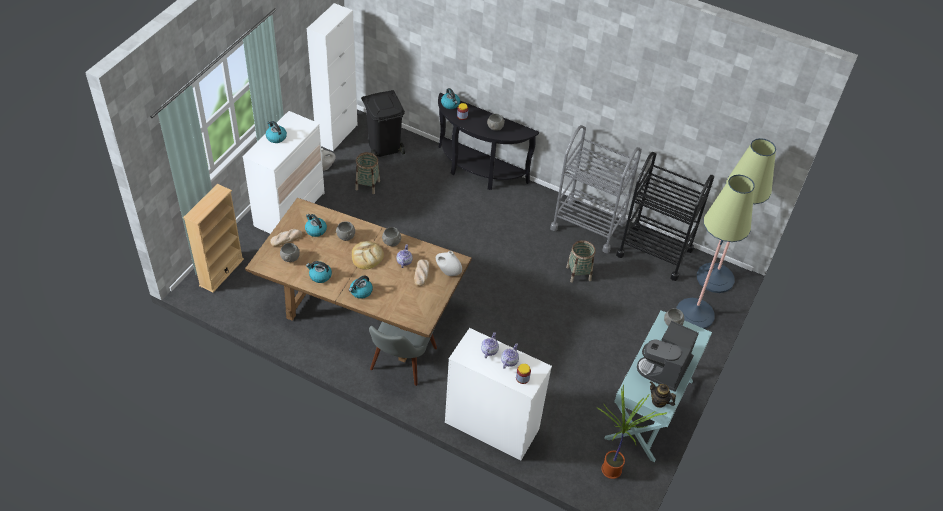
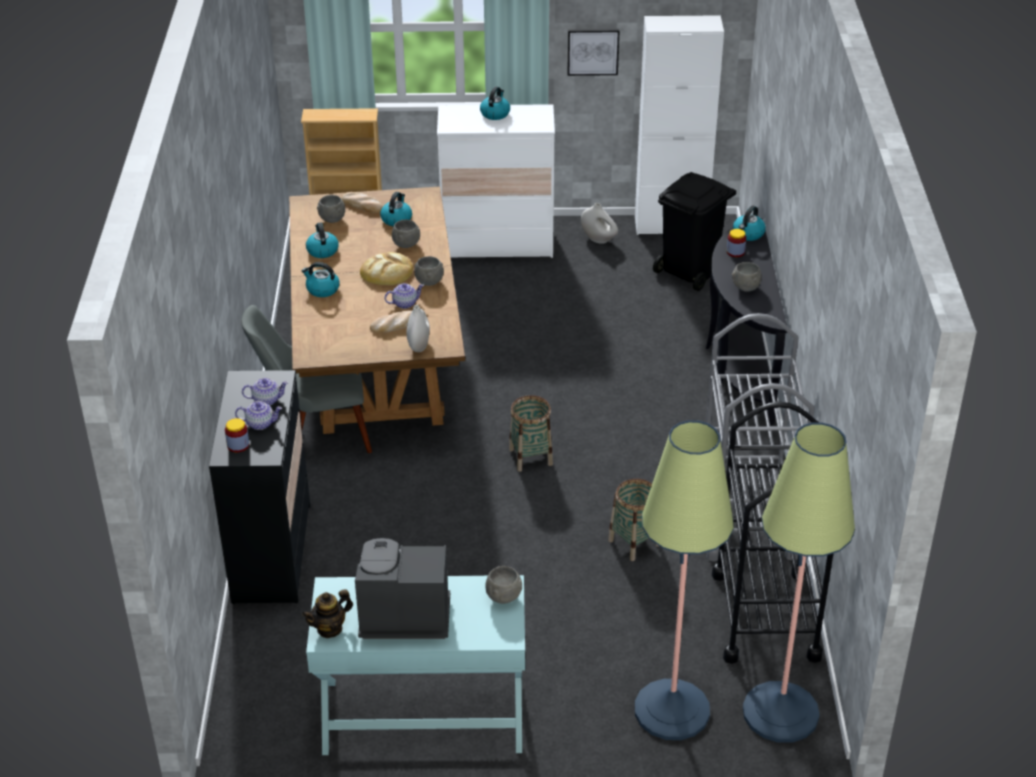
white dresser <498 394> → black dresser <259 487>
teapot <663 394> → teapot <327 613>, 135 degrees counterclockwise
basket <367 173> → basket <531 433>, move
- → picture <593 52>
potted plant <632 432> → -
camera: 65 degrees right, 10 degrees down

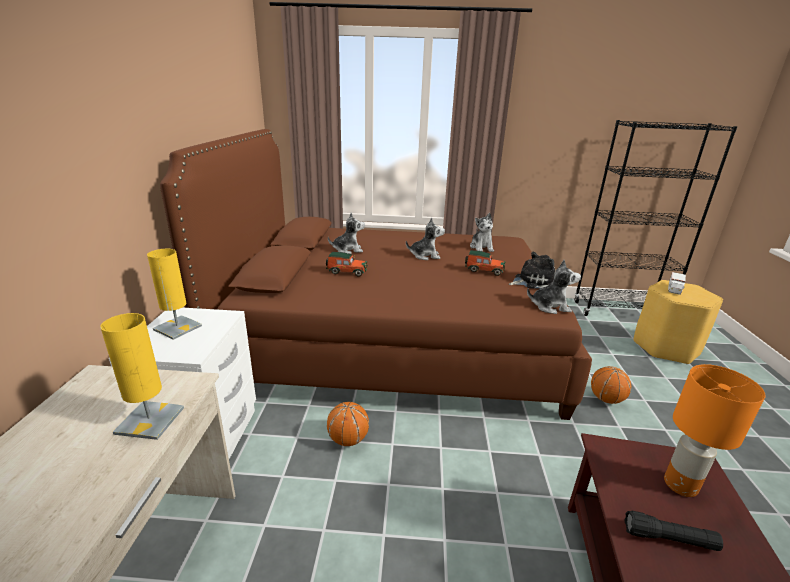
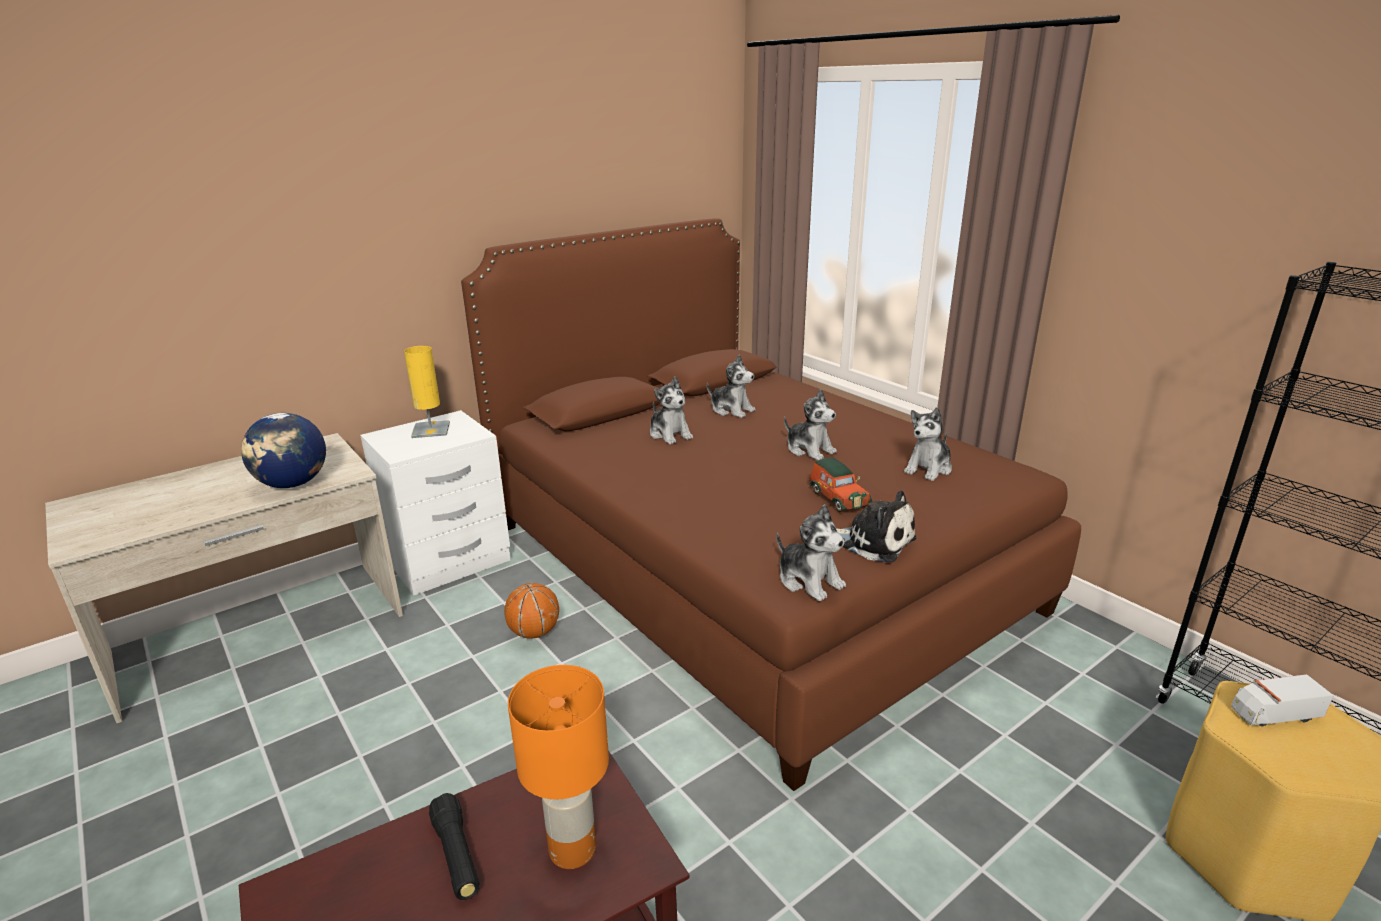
yellow table lamp <142 376> → globe <283 450>
toy car <347 264> → plush toy <671 410>
basketball <611 385> → -
camera: 50 degrees right, 0 degrees up

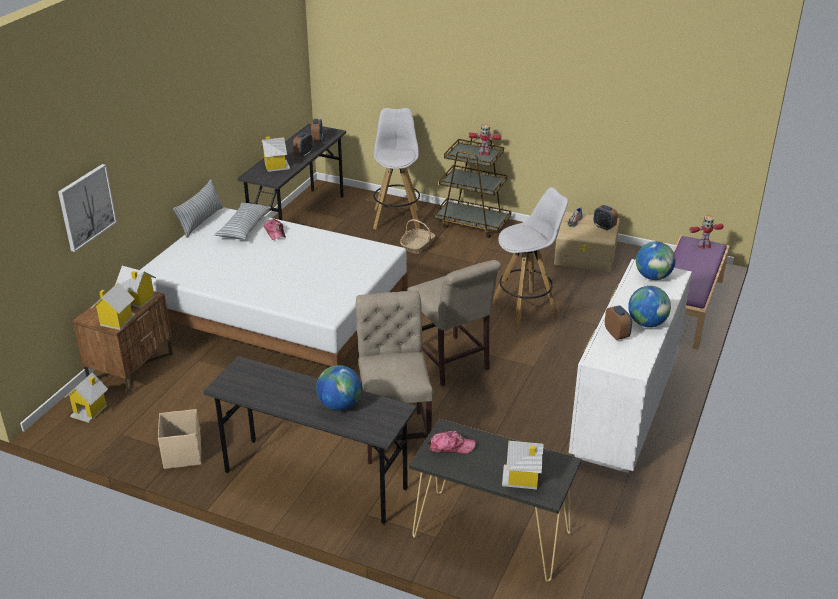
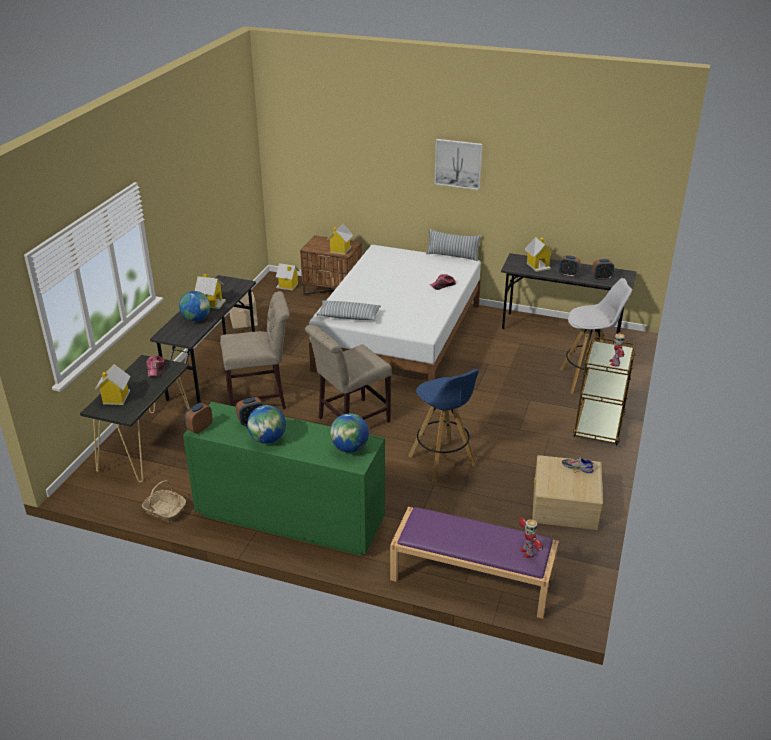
basket <417 236> → basket <164 501>, move
white dresser <630 366> → green dresser <284 479>
alarm clock <605 217> → alarm clock <198 418>, move
toy house <113 306> → toy house <210 291>, move
pillow <242 221> → pillow <348 310>, move
white stool <530 257> → blue stool <443 425>
picture <87 208> → picture <458 164>, move
camera: 85 degrees right, 0 degrees up

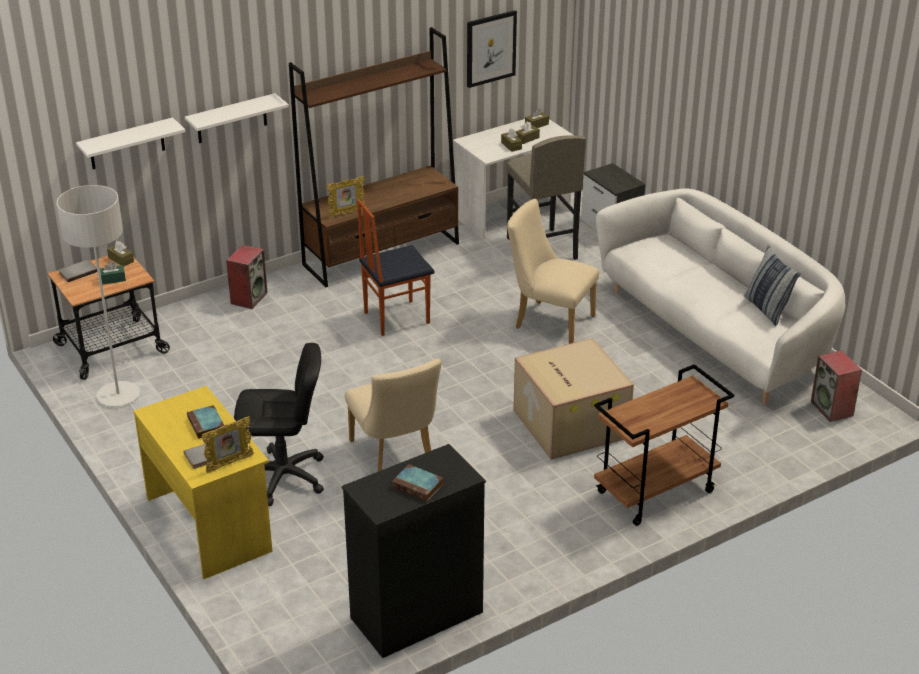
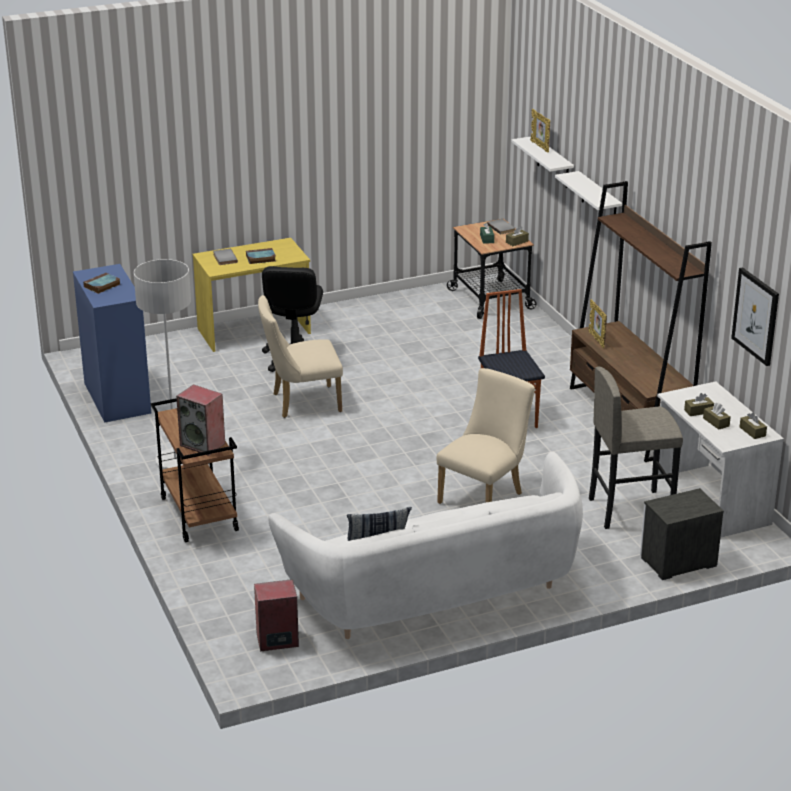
black dresser <414 551> → blue dresser <112 343>
grey floor lamp <98 295> → grey floor lamp <162 363>, move
speaker <247 277> → speaker <200 420>, move
picture frame <228 444> → picture frame <540 131>, move
cardboard box <573 399> → -
camera: 100 degrees right, 5 degrees down

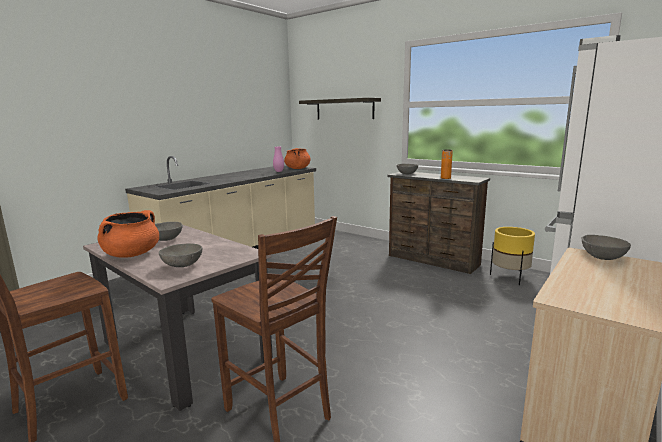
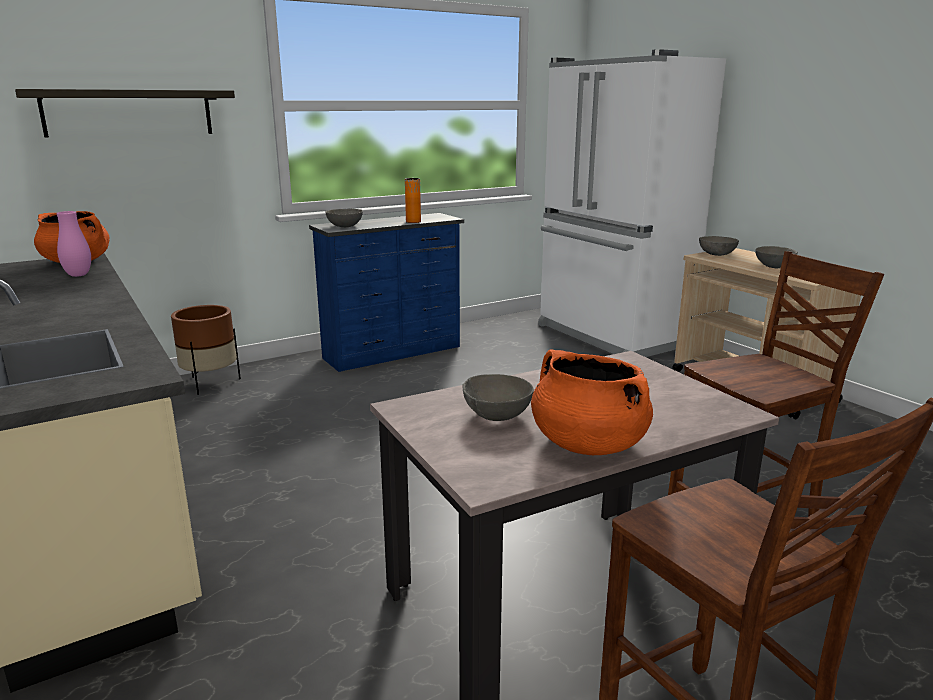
- → brown planter <206 350>
brown dresser <438 223> → blue dresser <386 292>
grey bowl <180 255> → grey bowl <776 257>, move
yellow planter <512 256> → -
camera: 70 degrees left, 5 degrees up

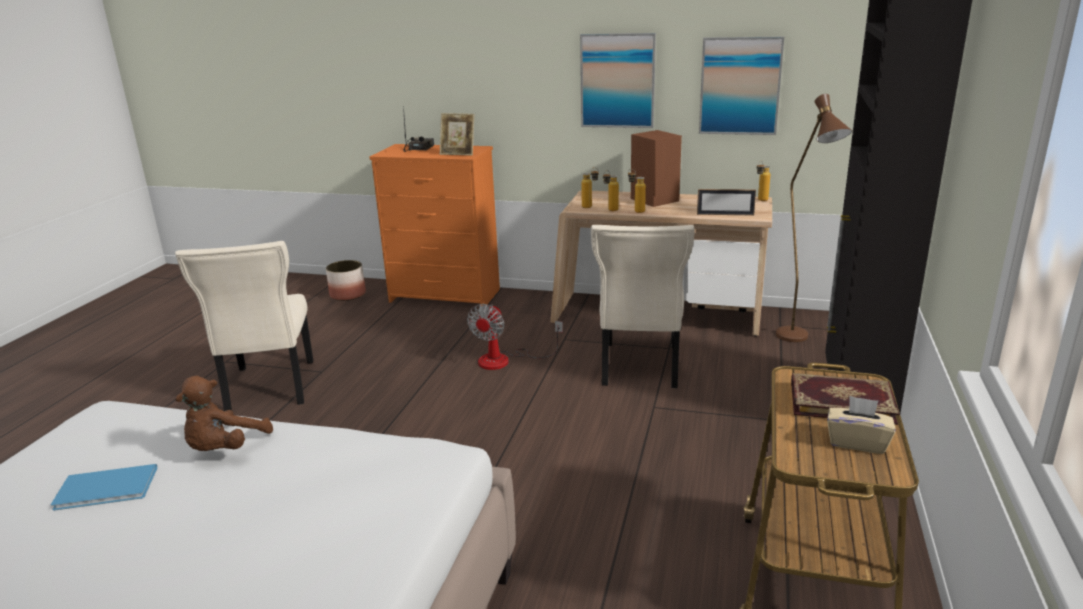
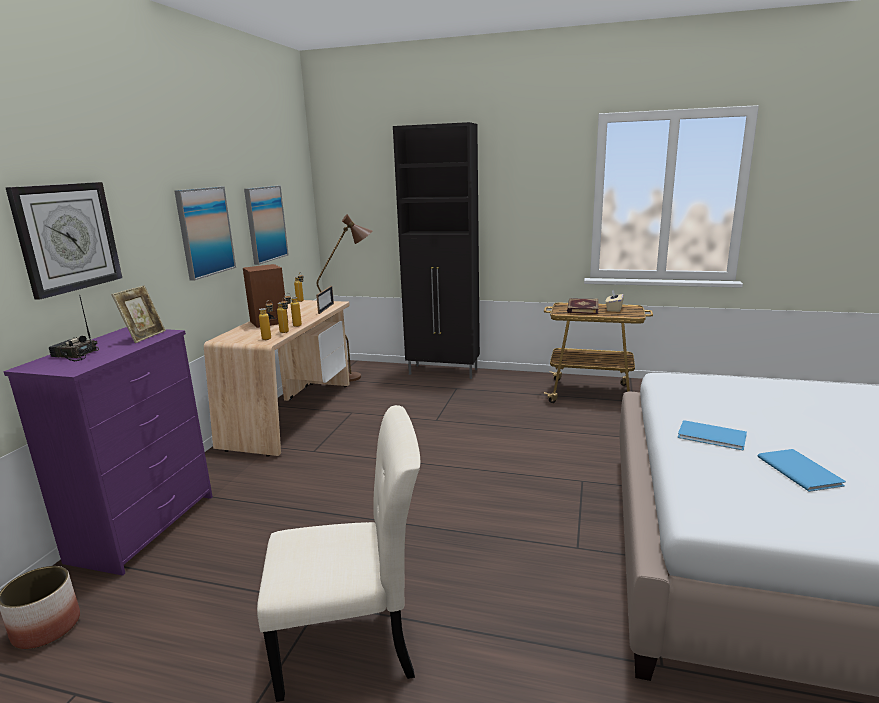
orange dresser <434 225> → purple dresser <108 451>
- → wall clock <63 241>
brown plush toy <224 413> → blue book <712 435>
fan <515 337> → -
beige chair <643 306> → -
camera: 90 degrees left, 5 degrees down

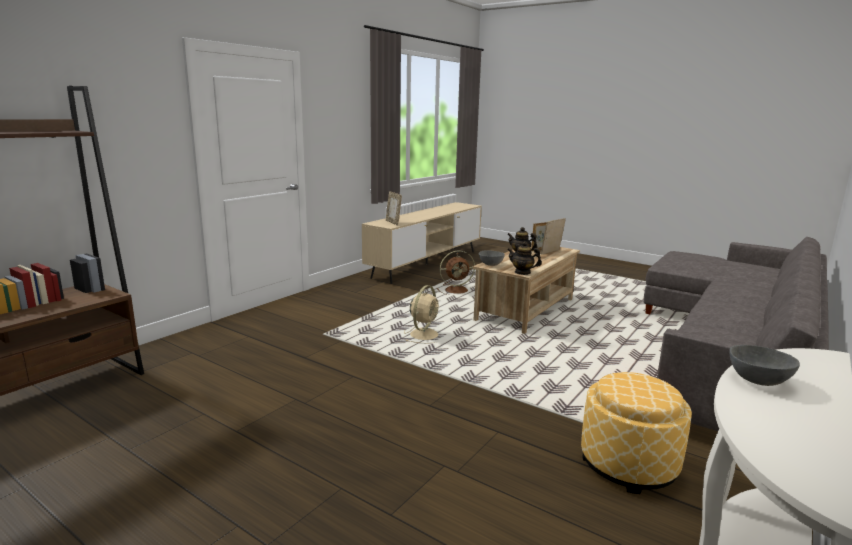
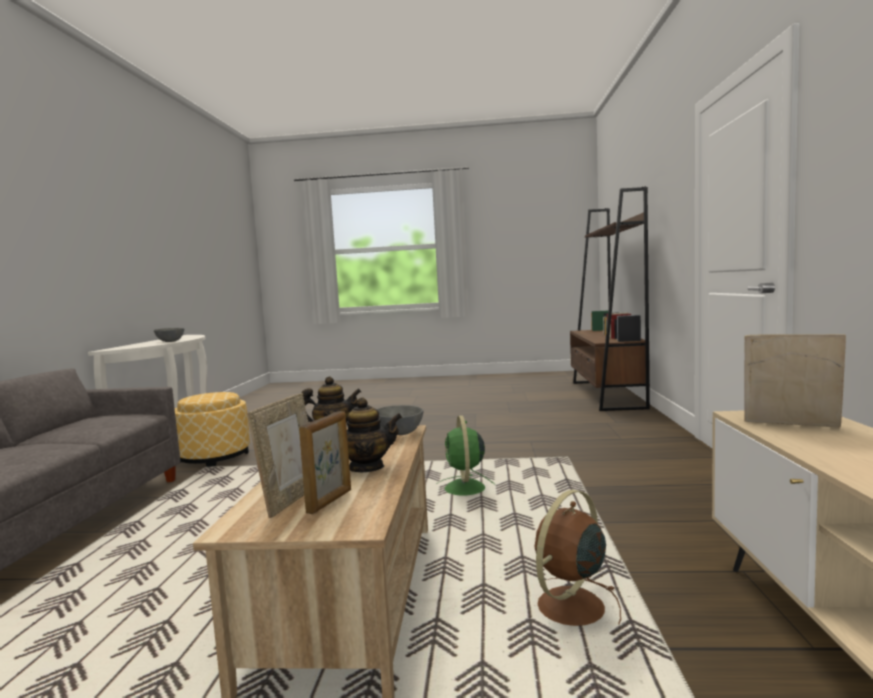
beige fan <421 314> → green fan <466 455>
camera: 150 degrees right, 10 degrees down

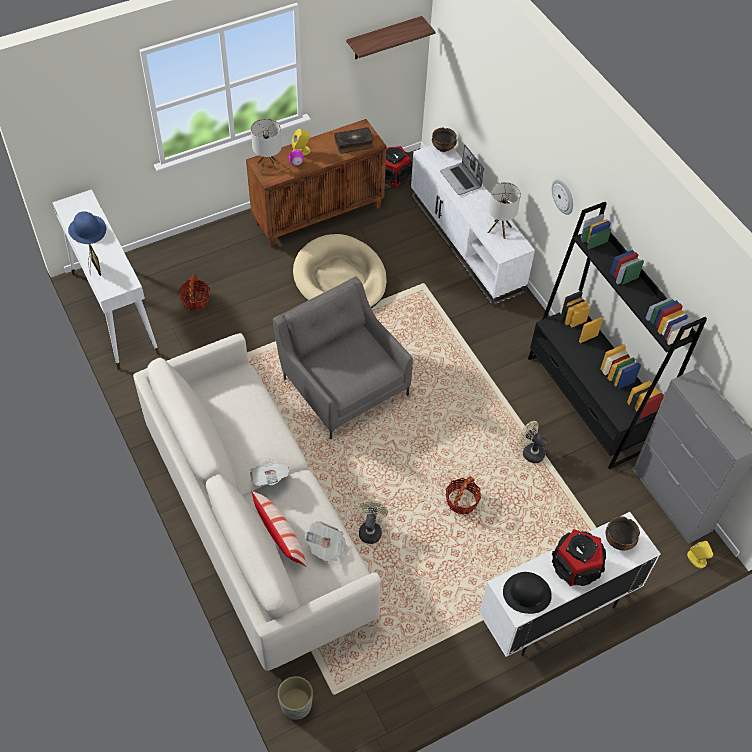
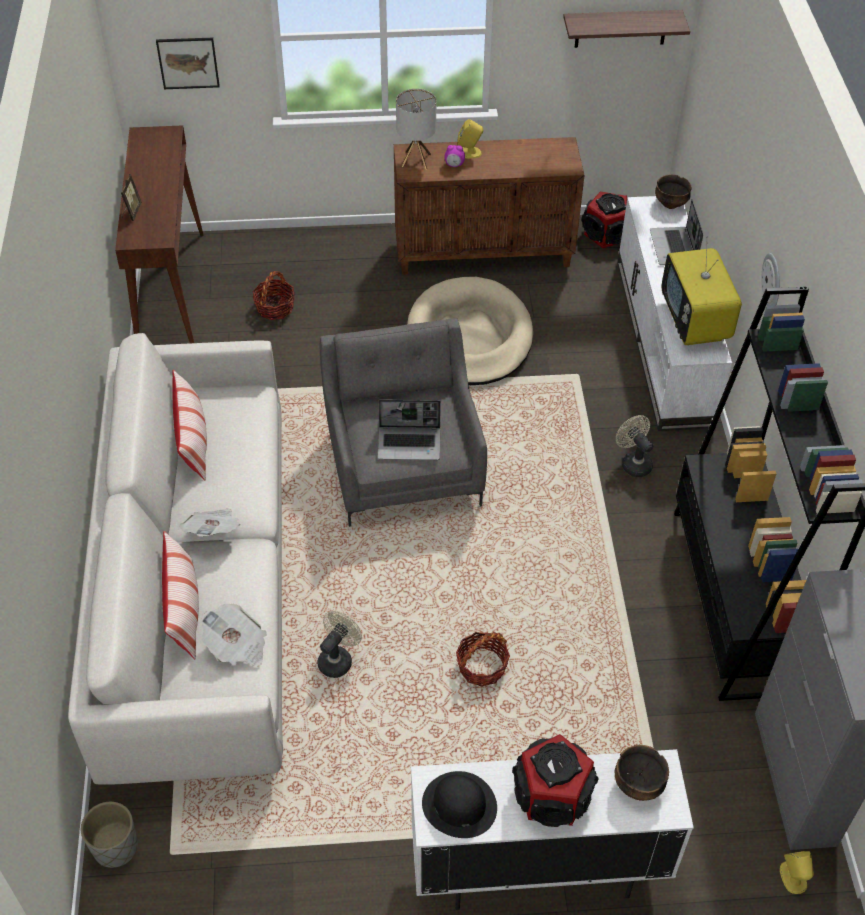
white console table <106 279> → brown console table <159 234>
- → picture <188 63>
- → pillow <189 425>
- → laptop <409 429>
beige fan <533 442> → beige fan <634 446>, move
table lamp <504 210> → television <701 290>
blue hat <87 227> → -
book <354 140> → -
camera: 25 degrees right, 5 degrees down

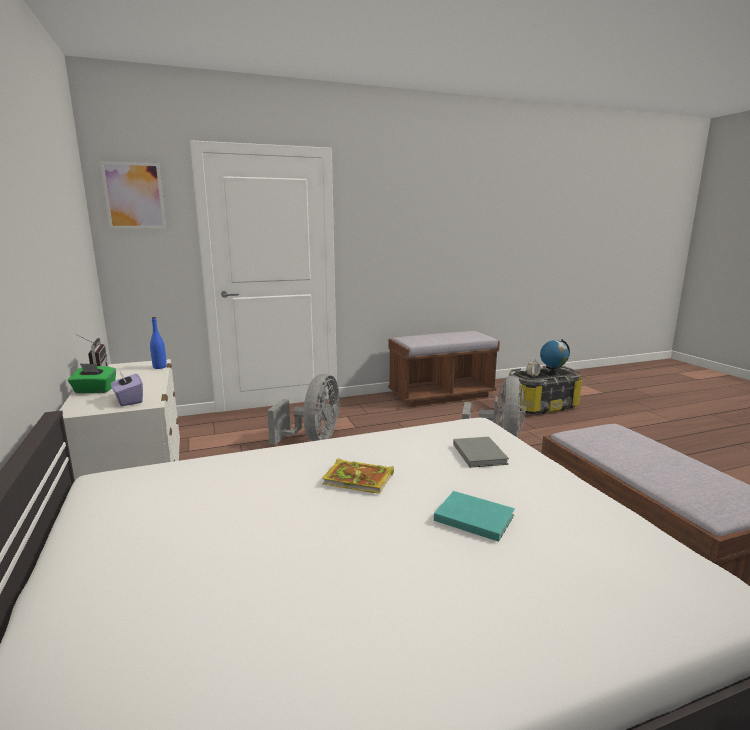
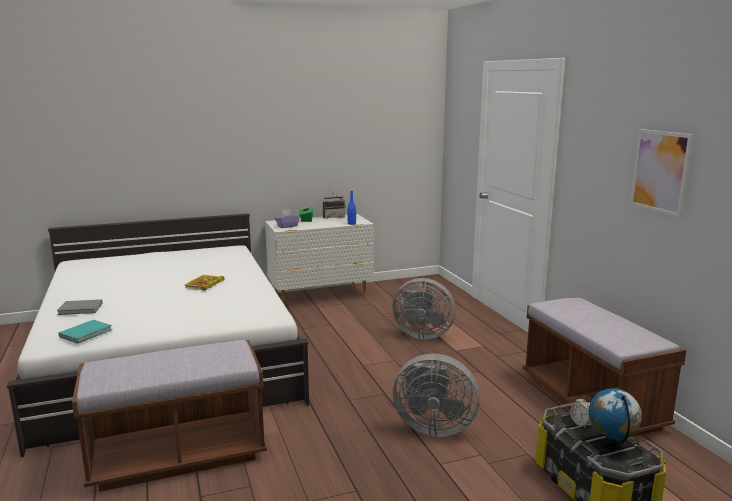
grey book <481 452> → grey book <80 307>, move
turquoise book <474 516> → turquoise book <85 332>, move
picture <133 195> → picture <661 173>, move
camera: 90 degrees right, 0 degrees up

